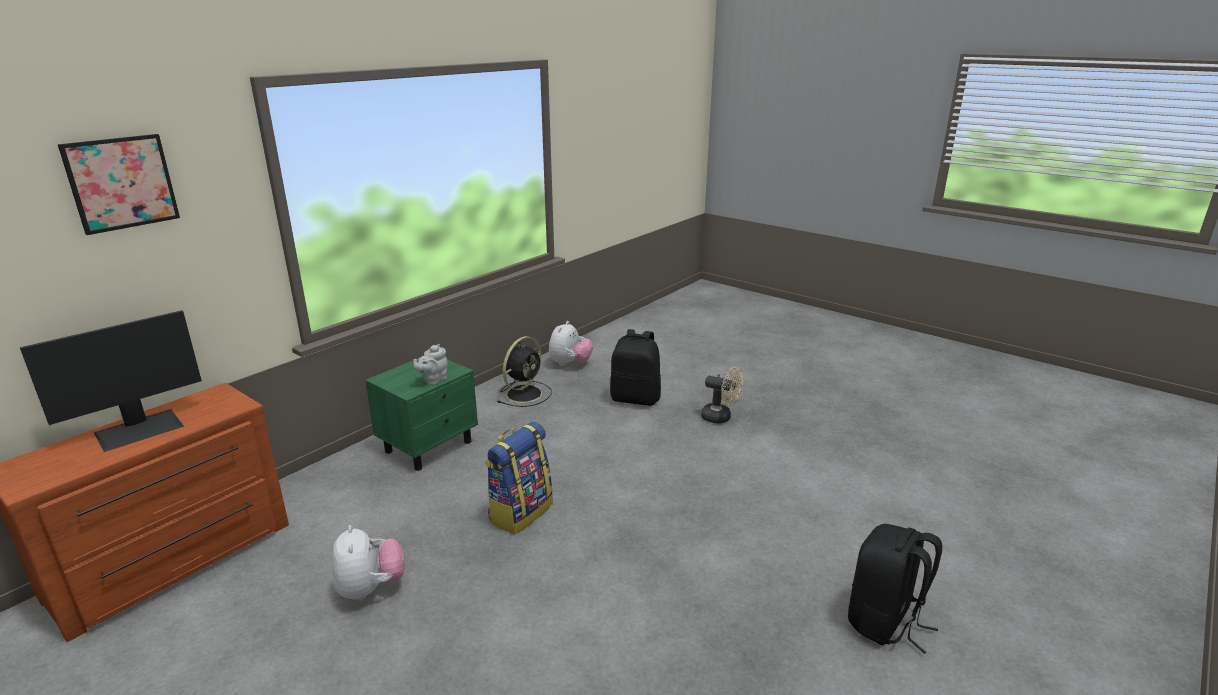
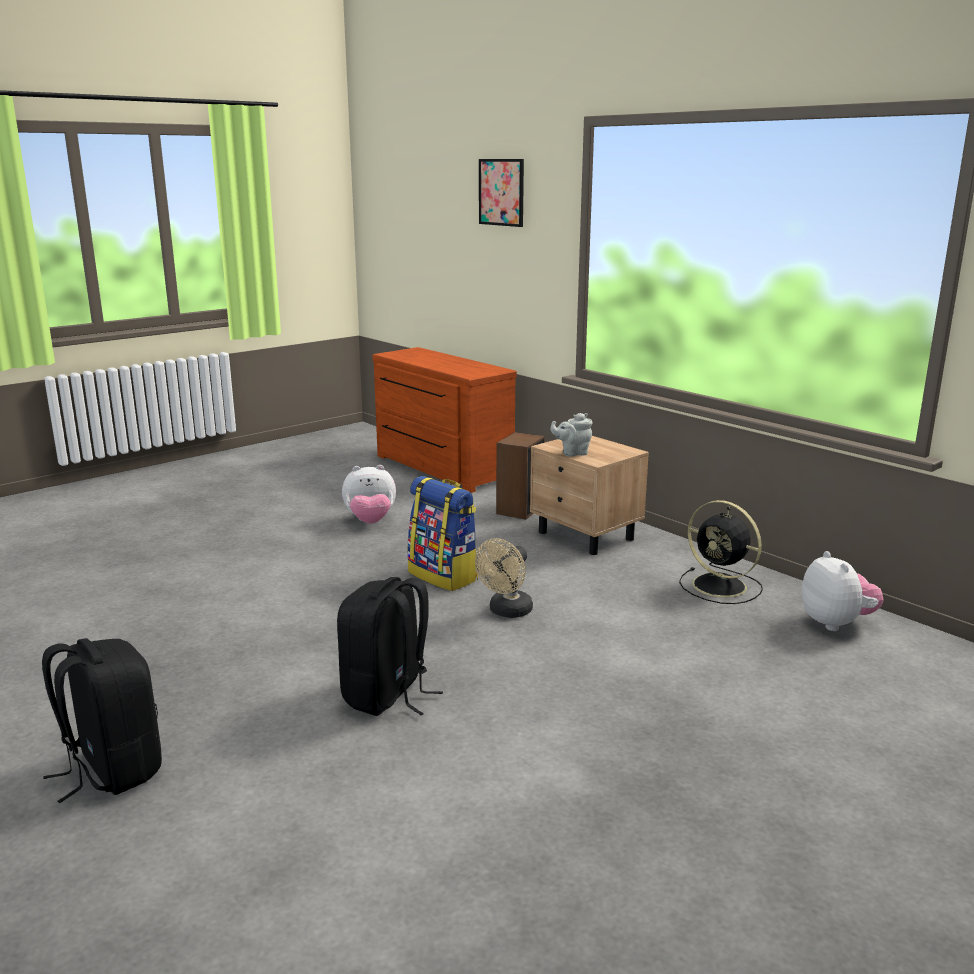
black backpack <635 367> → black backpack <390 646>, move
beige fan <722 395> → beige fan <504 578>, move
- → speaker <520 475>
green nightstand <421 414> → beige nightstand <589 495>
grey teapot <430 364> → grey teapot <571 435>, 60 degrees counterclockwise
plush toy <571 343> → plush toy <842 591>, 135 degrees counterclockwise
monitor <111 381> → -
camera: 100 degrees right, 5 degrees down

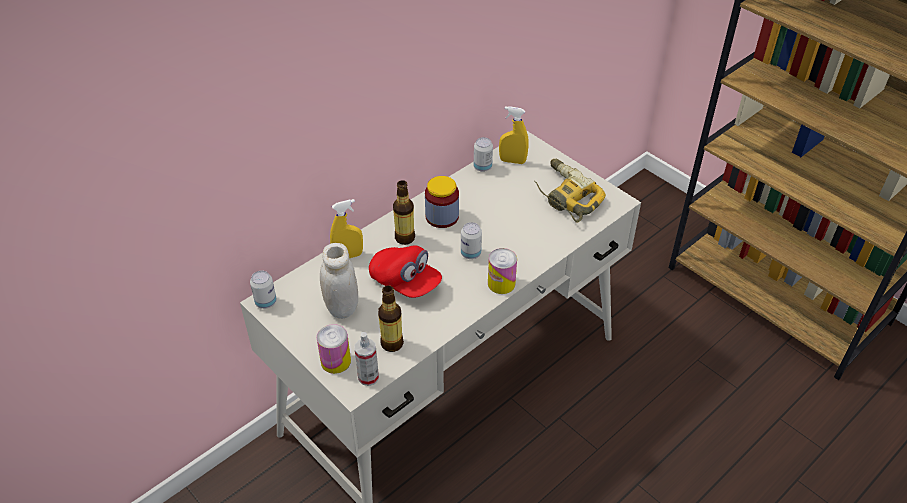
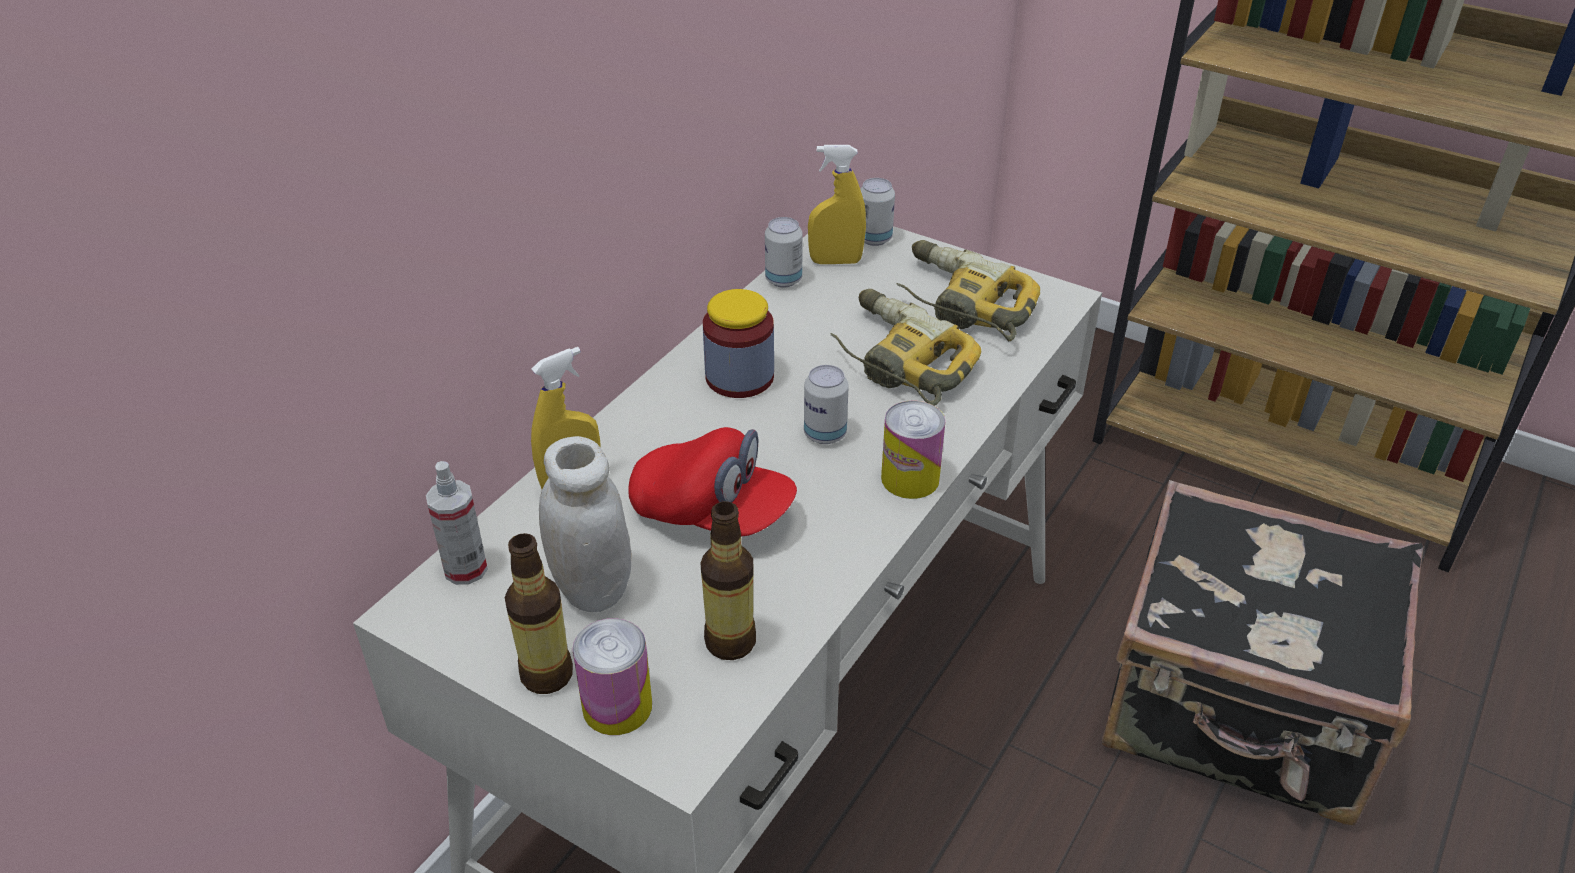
spray bottle <367 359> → spray bottle <457 523>, move
bottle <404 212> → bottle <539 613>, move
- → power drill <906 347>
can <263 290> → can <877 212>, move
- → black suitcase <1262 652>
camera: 15 degrees left, 5 degrees down

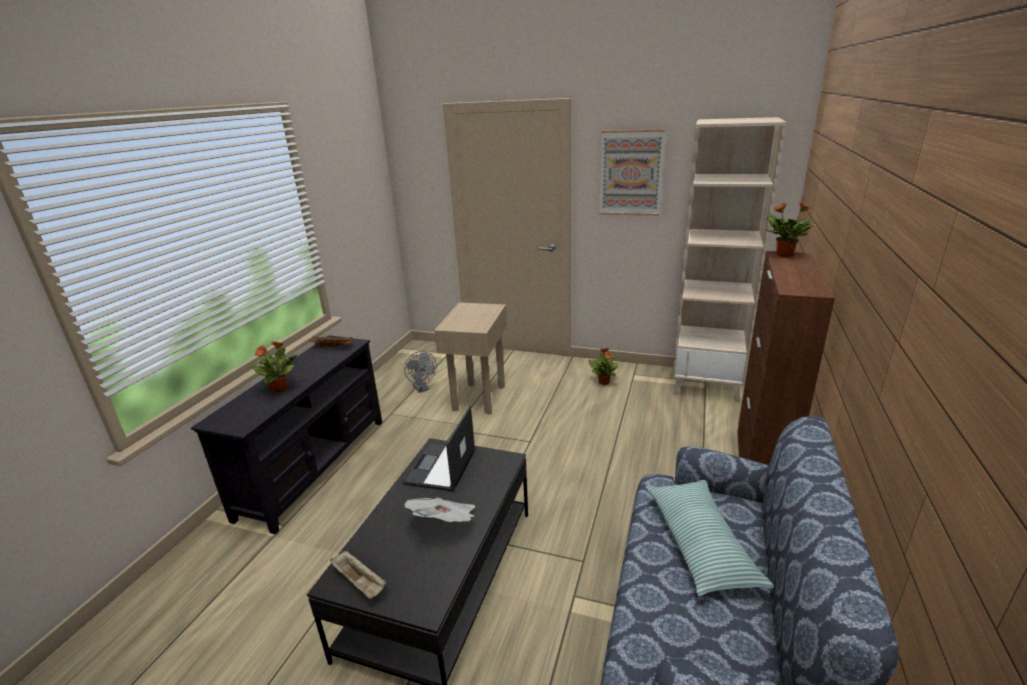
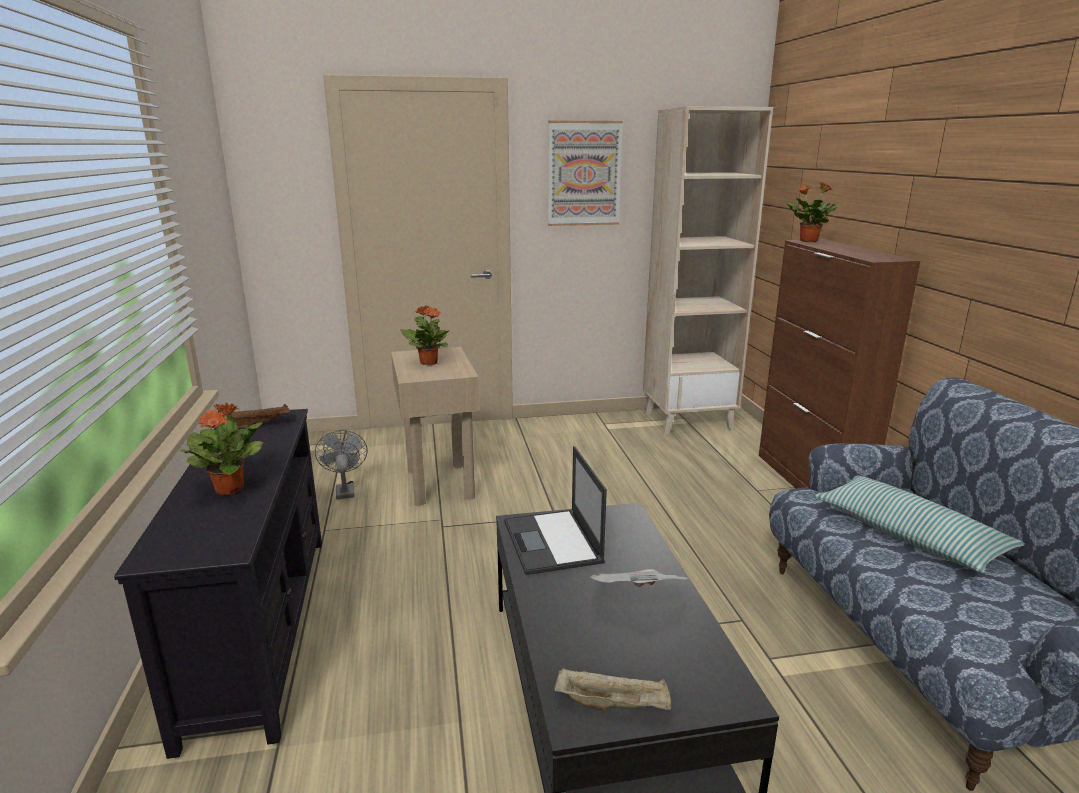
grey fan <420 372> → grey fan <341 465>, 135 degrees counterclockwise
potted plant <603 366> → potted plant <425 335>, move
camera: 30 degrees left, 5 degrees down

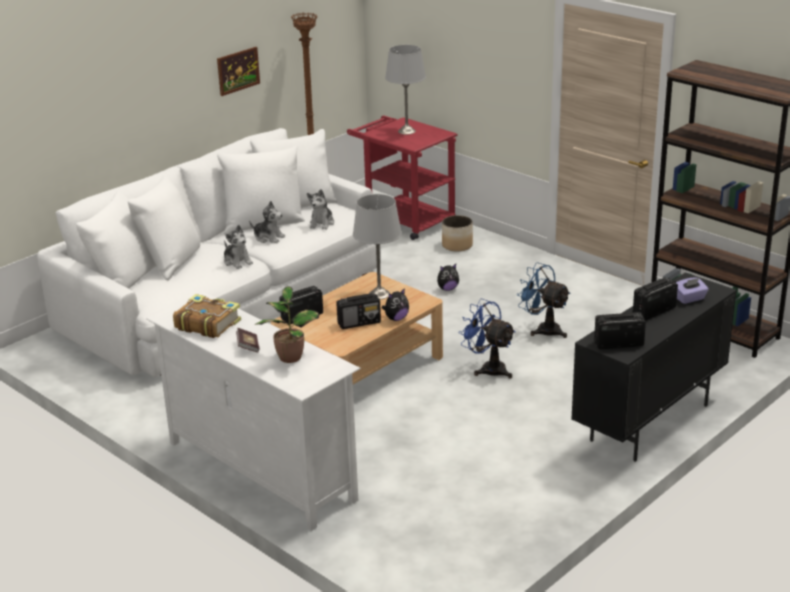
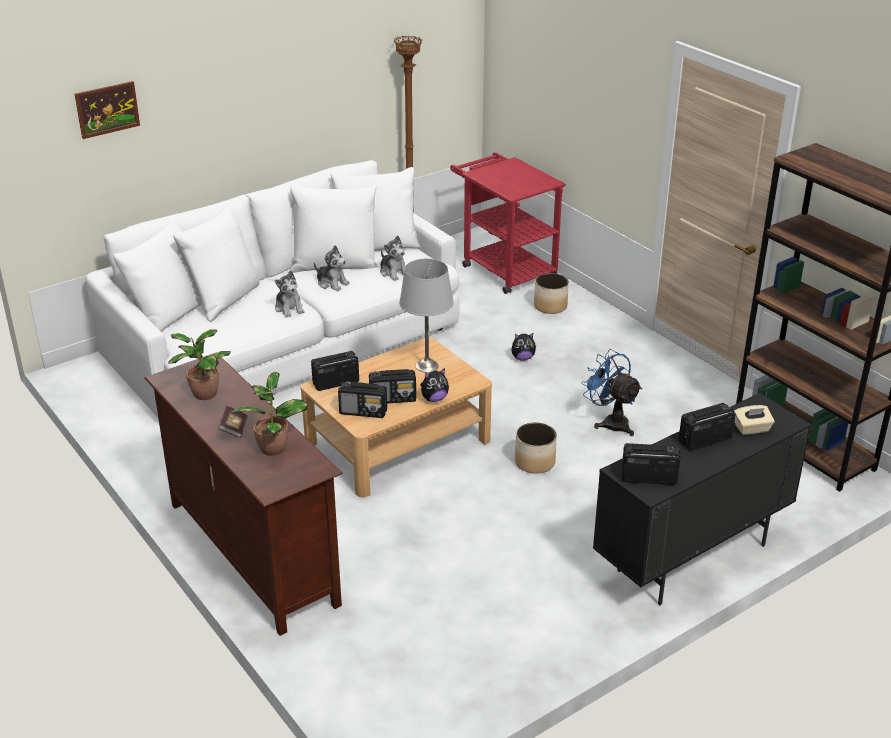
picture <238 71> → picture <107 110>, move
white tv stand <253 411> → brown tv stand <243 494>
book <207 316> → potted plant <199 364>
- → radio <362 399>
plush toy <320 209> → plush toy <392 258>, 60 degrees counterclockwise
blue fan <487 338> → planter <536 447>
purple tissue box <692 290> → beige tissue box <754 420>
grey table lamp <405 90> → -
camera: 10 degrees right, 5 degrees up

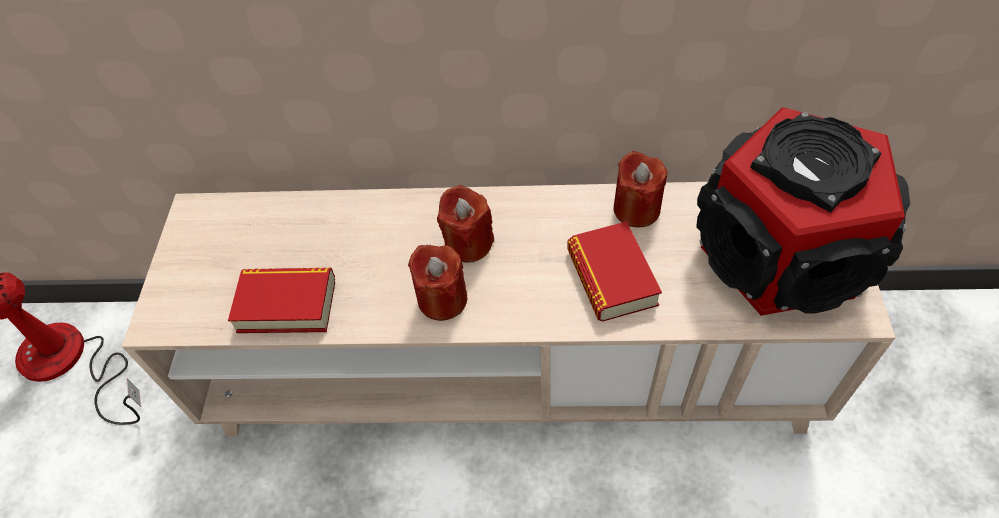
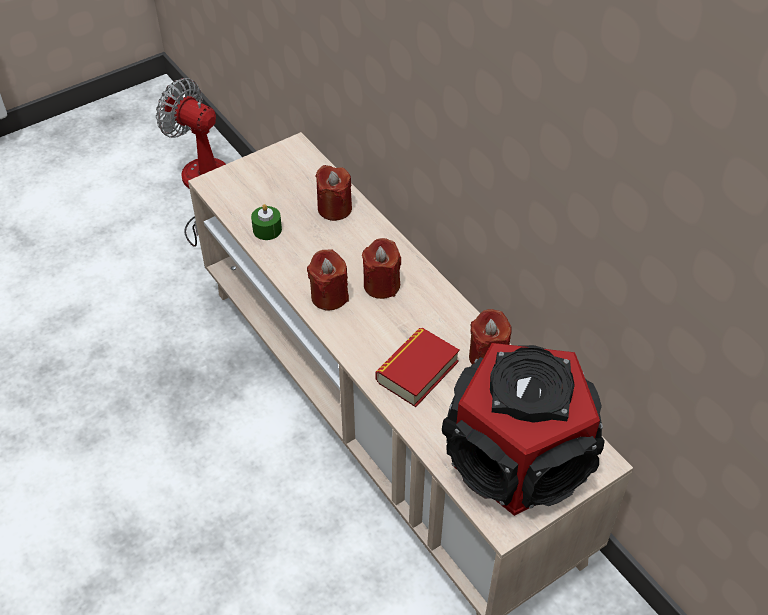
book <281 300> → green candle <266 222>
- → red candle <333 193>
camera: 50 degrees right, 5 degrees down

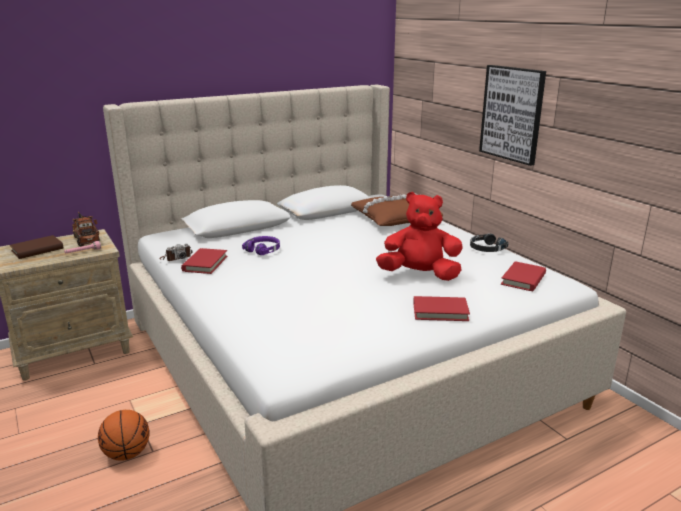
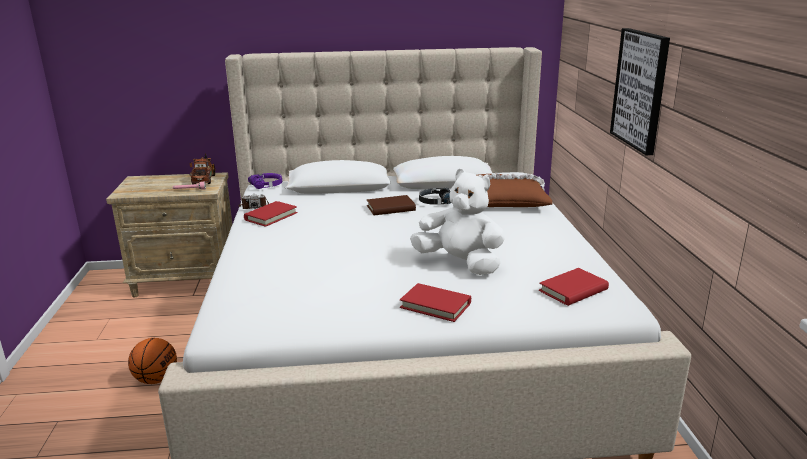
purple headphones <261 245> → purple headphones <265 181>, move
brown book <37 247> → brown book <391 205>, move
red plush toy <419 236> → white plush toy <457 222>
black headphones <489 242> → black headphones <435 196>, move
camera: 25 degrees right, 0 degrees up

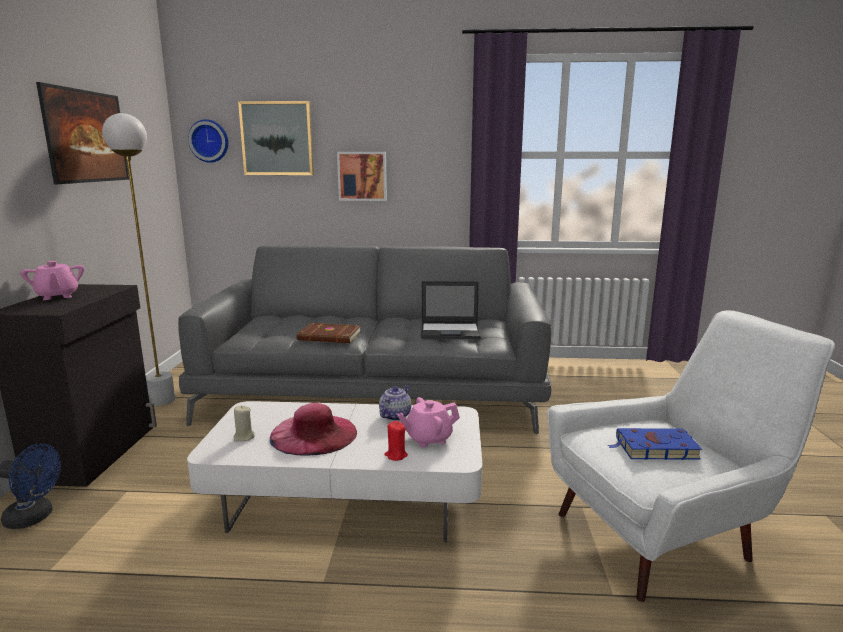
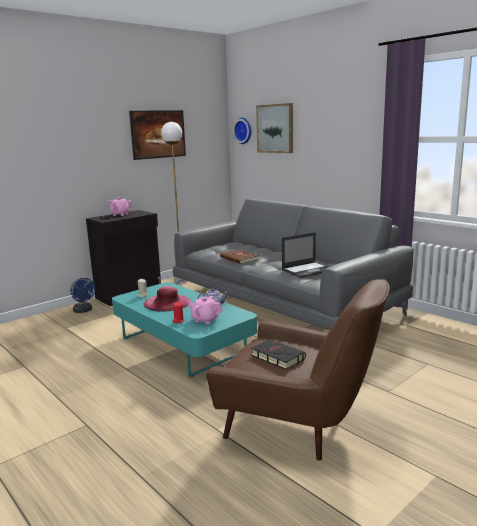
white coffee table <334 471> → turquoise coffee table <184 329>
white armchair <691 456> → brown armchair <298 370>
blue book <655 444> → black book <278 354>
laptop <451 310> → laptop <305 255>, 75 degrees counterclockwise
picture <362 176> → -
camera: 45 degrees right, 0 degrees up

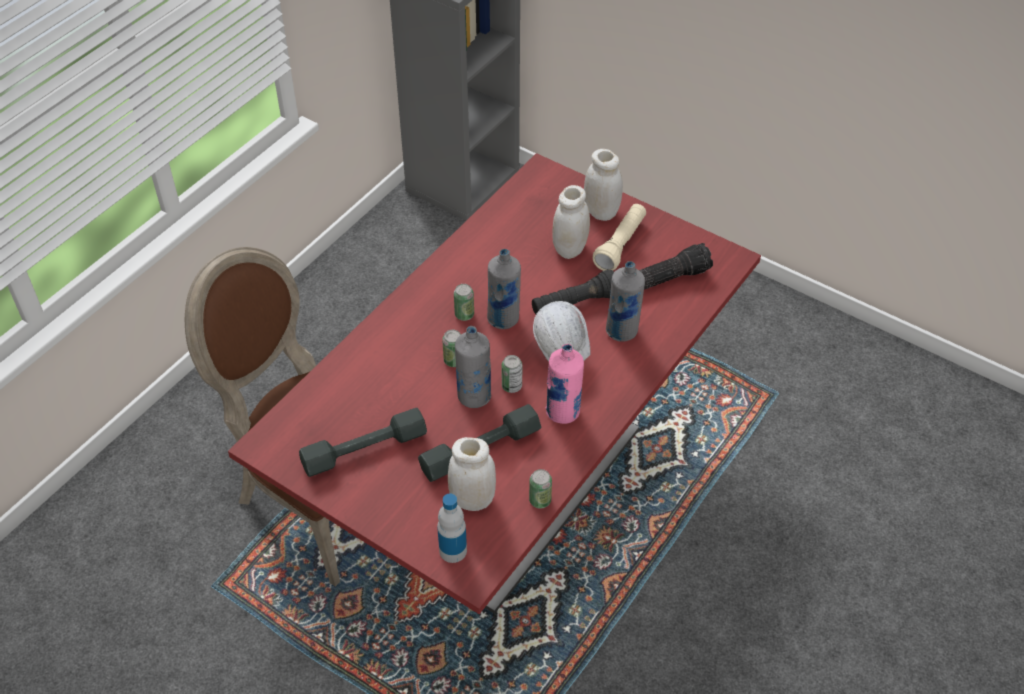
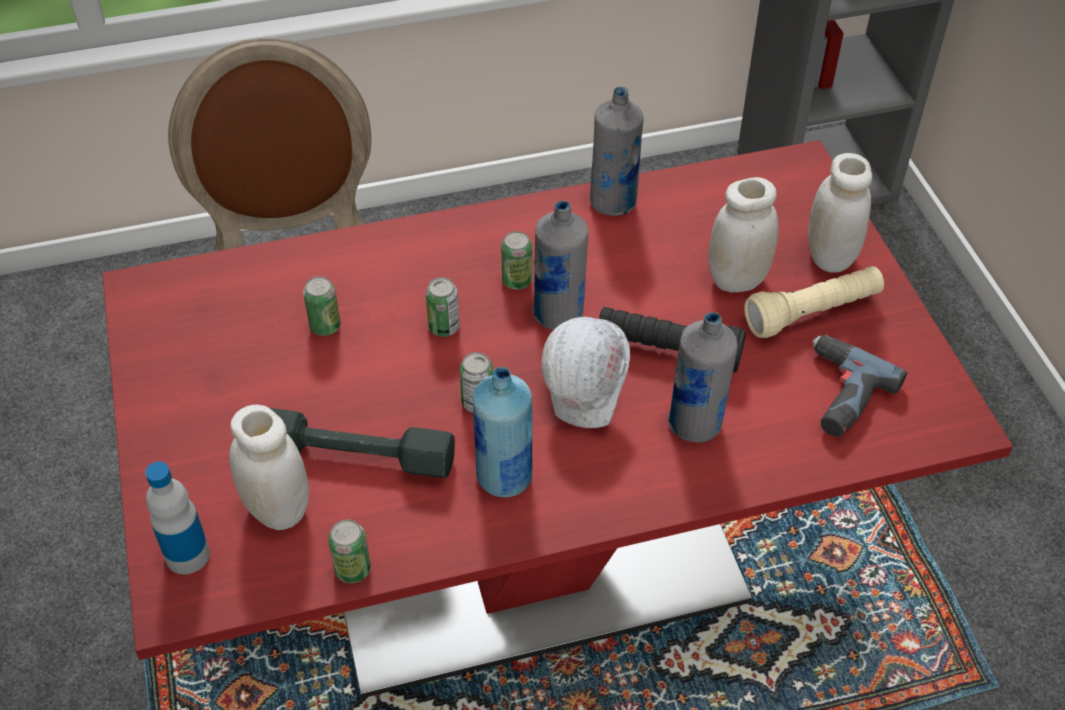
- → can <322 306>
pink bottle <565 384> → blue bottle <502 432>
grey bottle <473 367> → grey bottle <617 151>, move
flashlight <676 266> → power drill <860 386>
grey dumbbell <363 442> → -
camera: 40 degrees right, 0 degrees up

